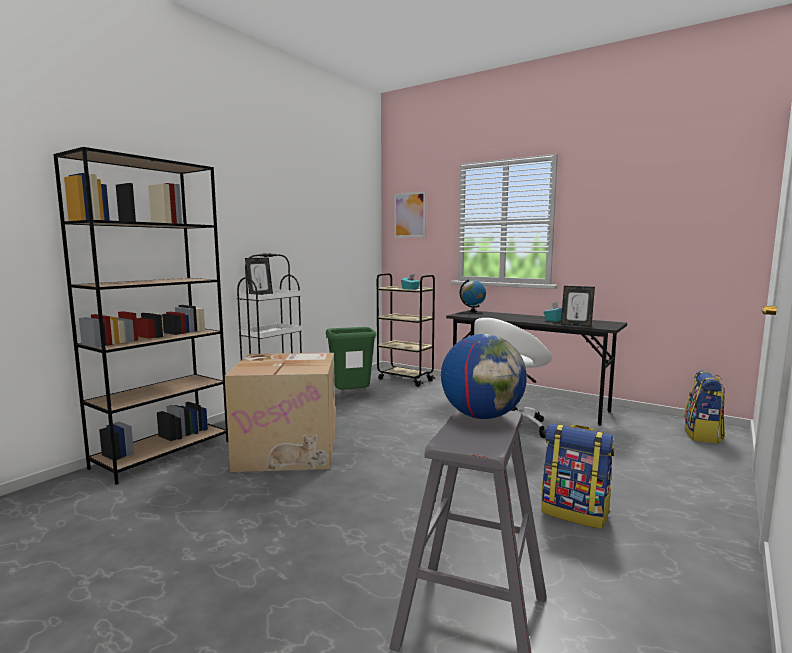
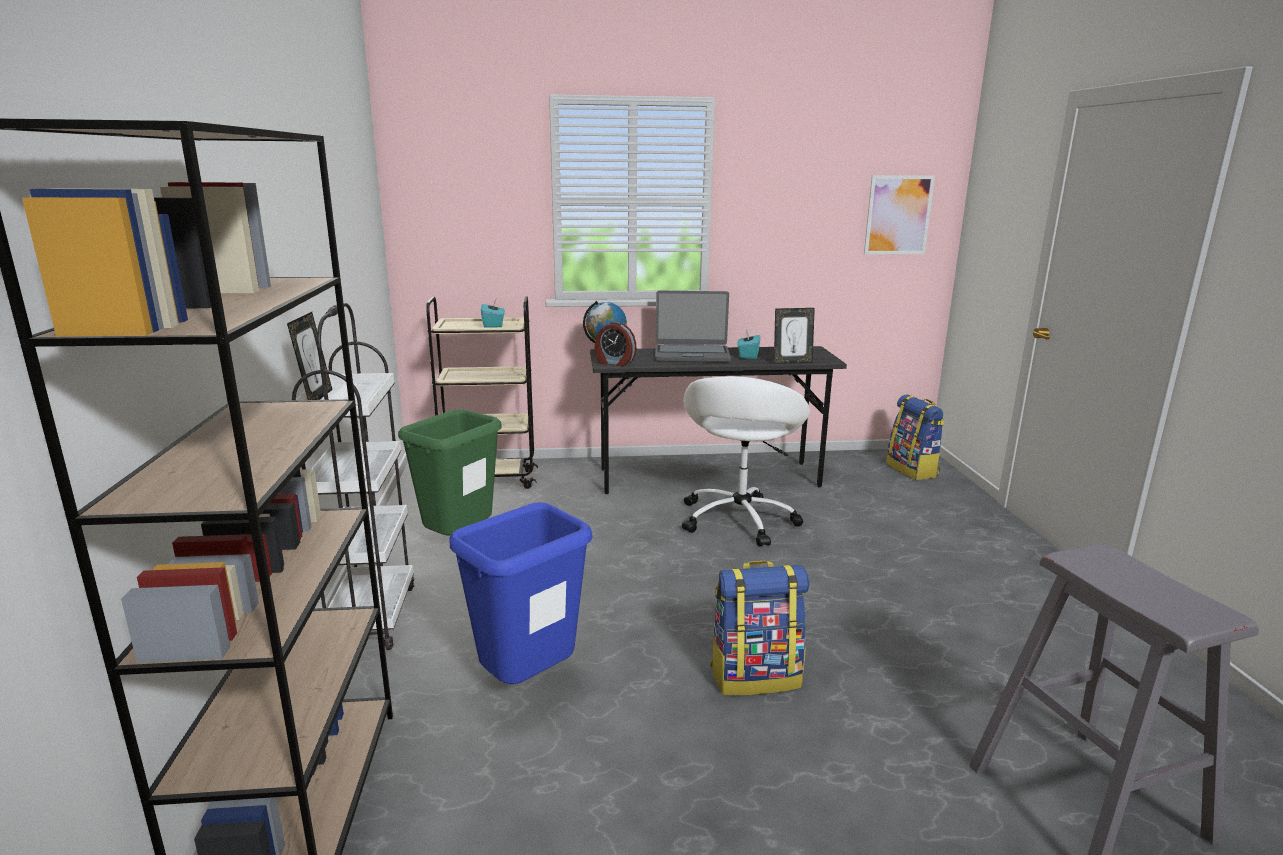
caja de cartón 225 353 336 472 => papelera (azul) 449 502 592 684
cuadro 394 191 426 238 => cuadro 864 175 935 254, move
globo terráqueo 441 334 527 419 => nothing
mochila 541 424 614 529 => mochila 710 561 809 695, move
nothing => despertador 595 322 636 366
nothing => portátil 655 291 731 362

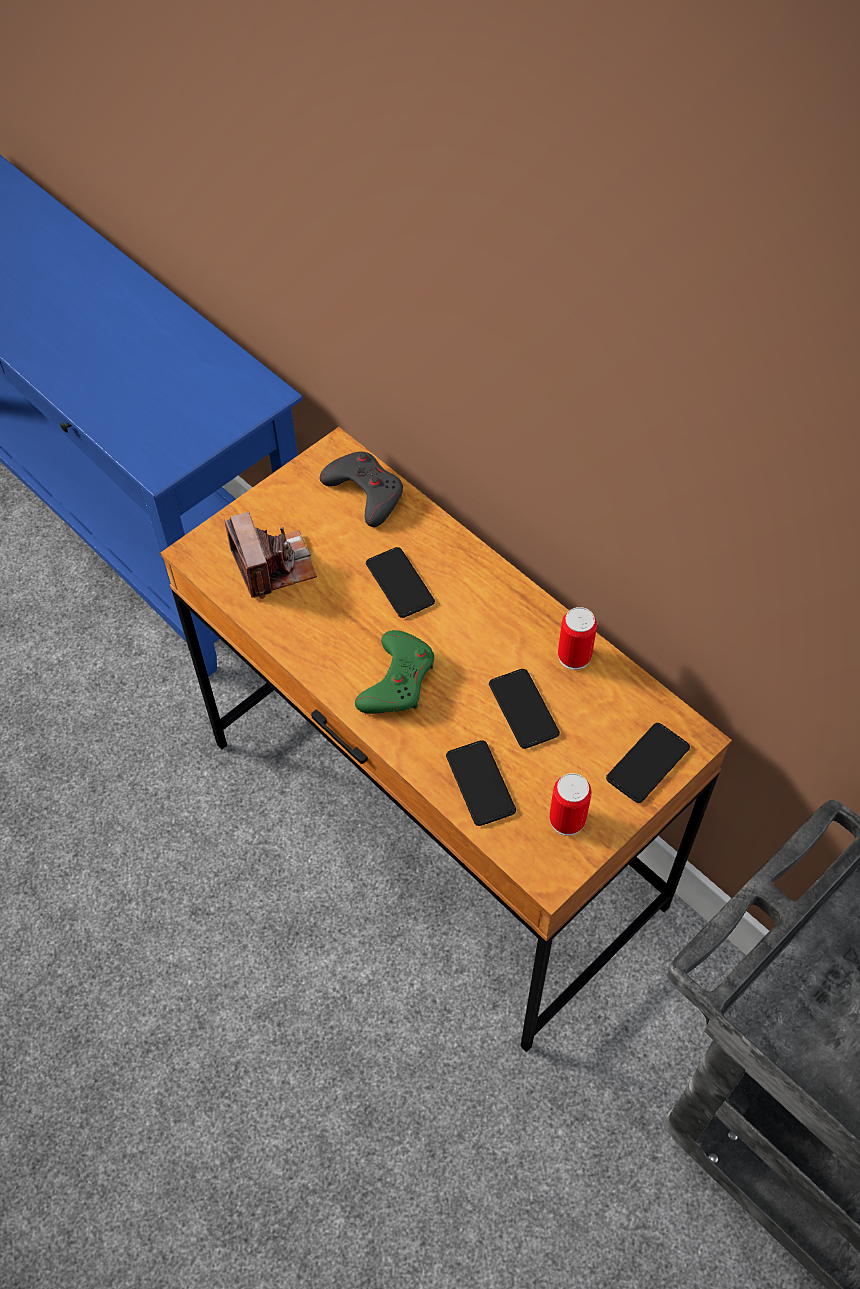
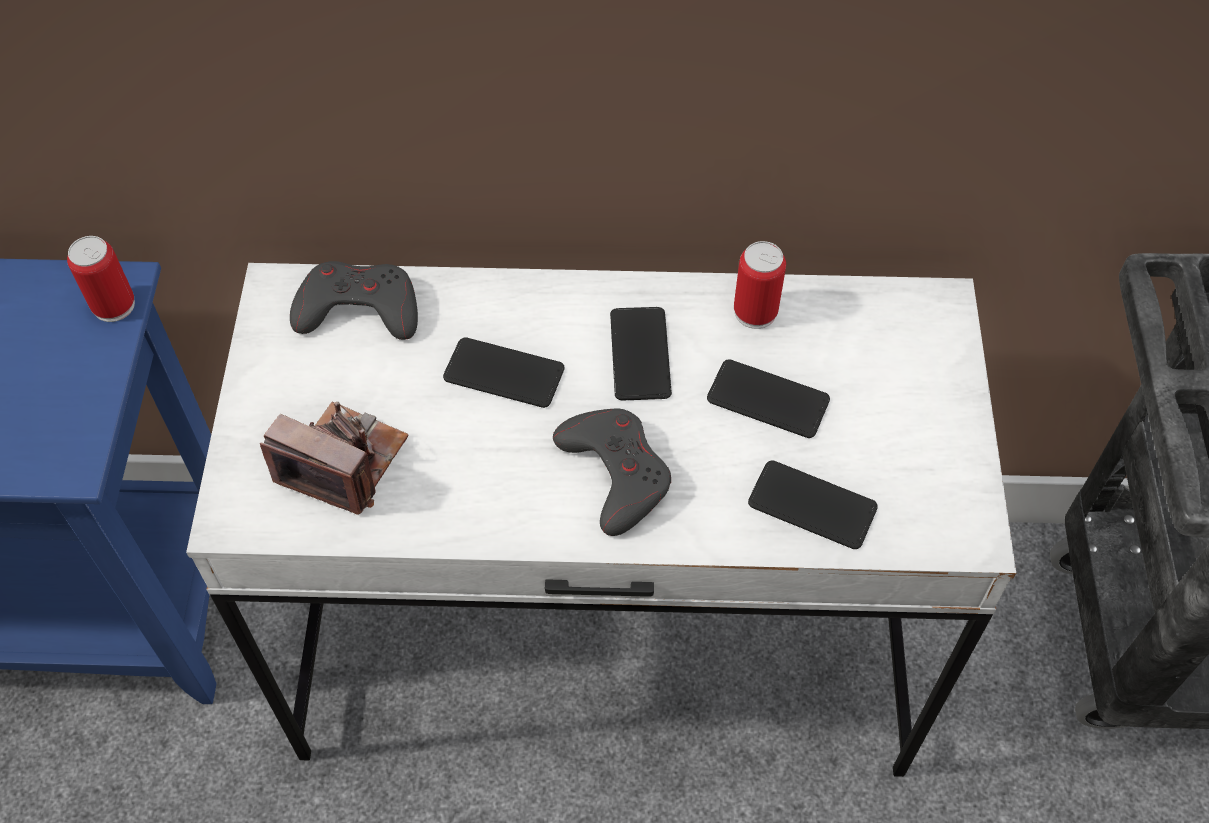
escritorio (marrón) 161 427 732 1052 => escritorio (blanco) 186 263 1016 777
mando de consola (verde) 355 630 434 714 => mando de consola (gris) 553 409 671 536
lata 549 773 592 836 => lata 67 236 135 322, move
móvil 606 723 690 803 => móvil 610 307 672 401, move

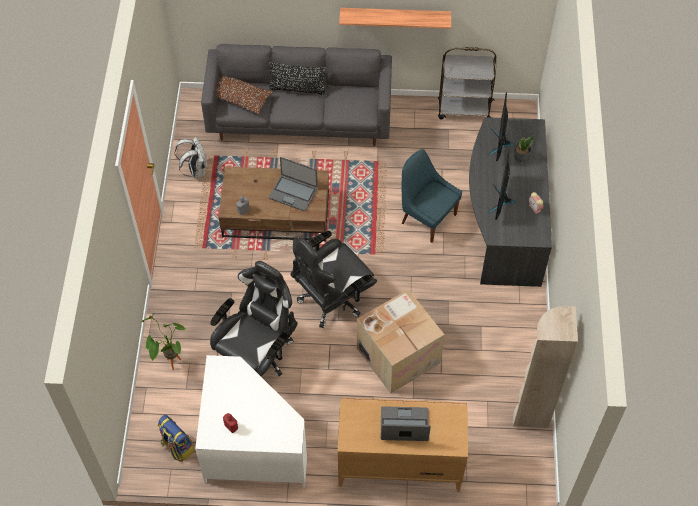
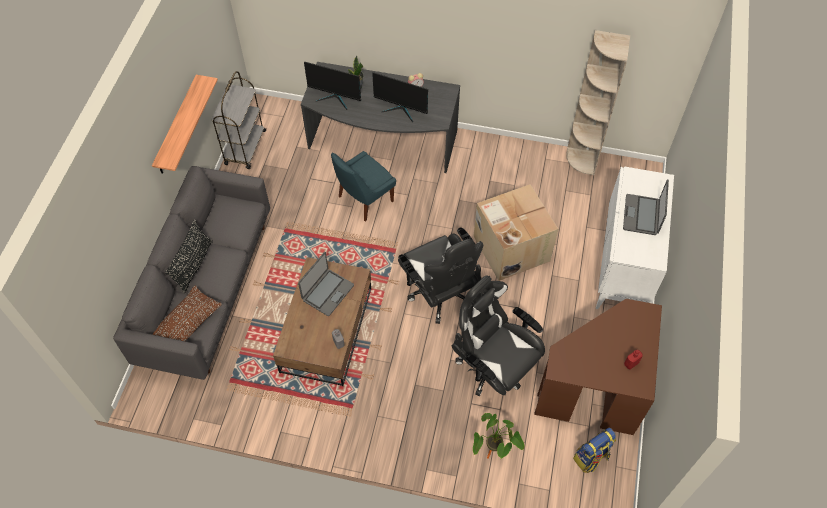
mochila (blanco) 175 137 207 179 => nothing
escritorio (blanco) 195 355 307 488 => escritorio (marrón) 534 299 662 435
armario (marrón) 338 398 468 492 => armario (blanco) 596 166 674 309

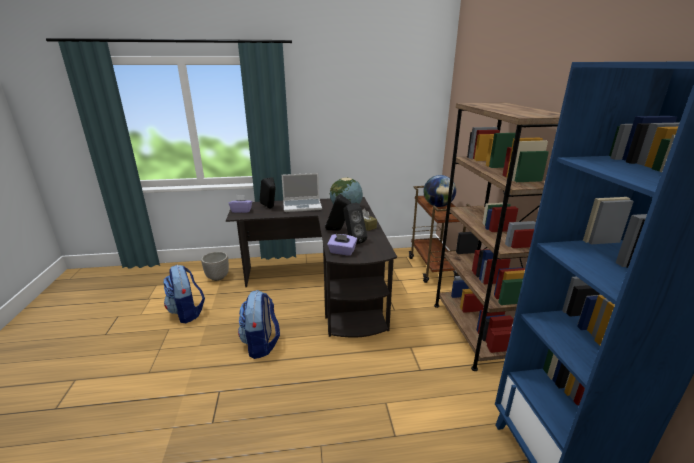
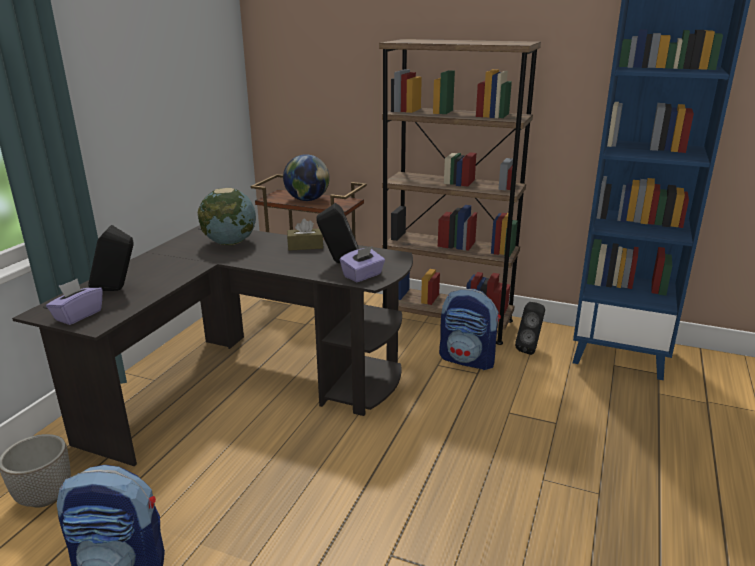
mochila 238 290 280 359 => mochila 439 289 501 370, move
portátil 282 173 322 212 => nothing
altavoz (negro) 325 194 351 231 => altavoz (negro) 515 302 545 355, move

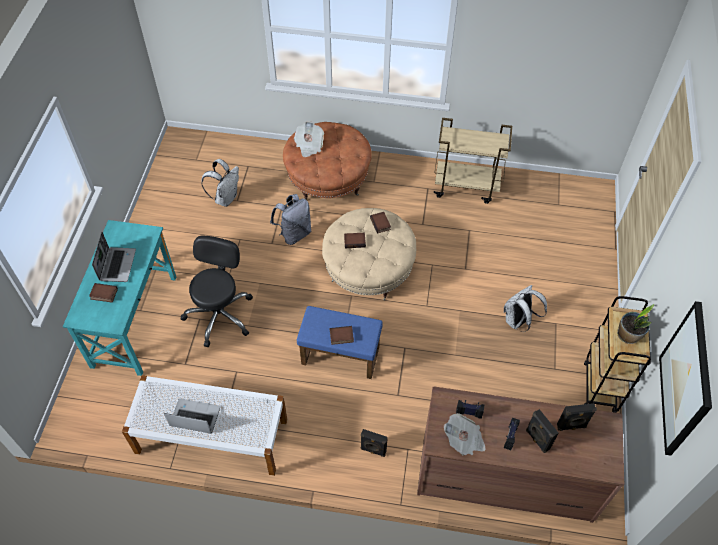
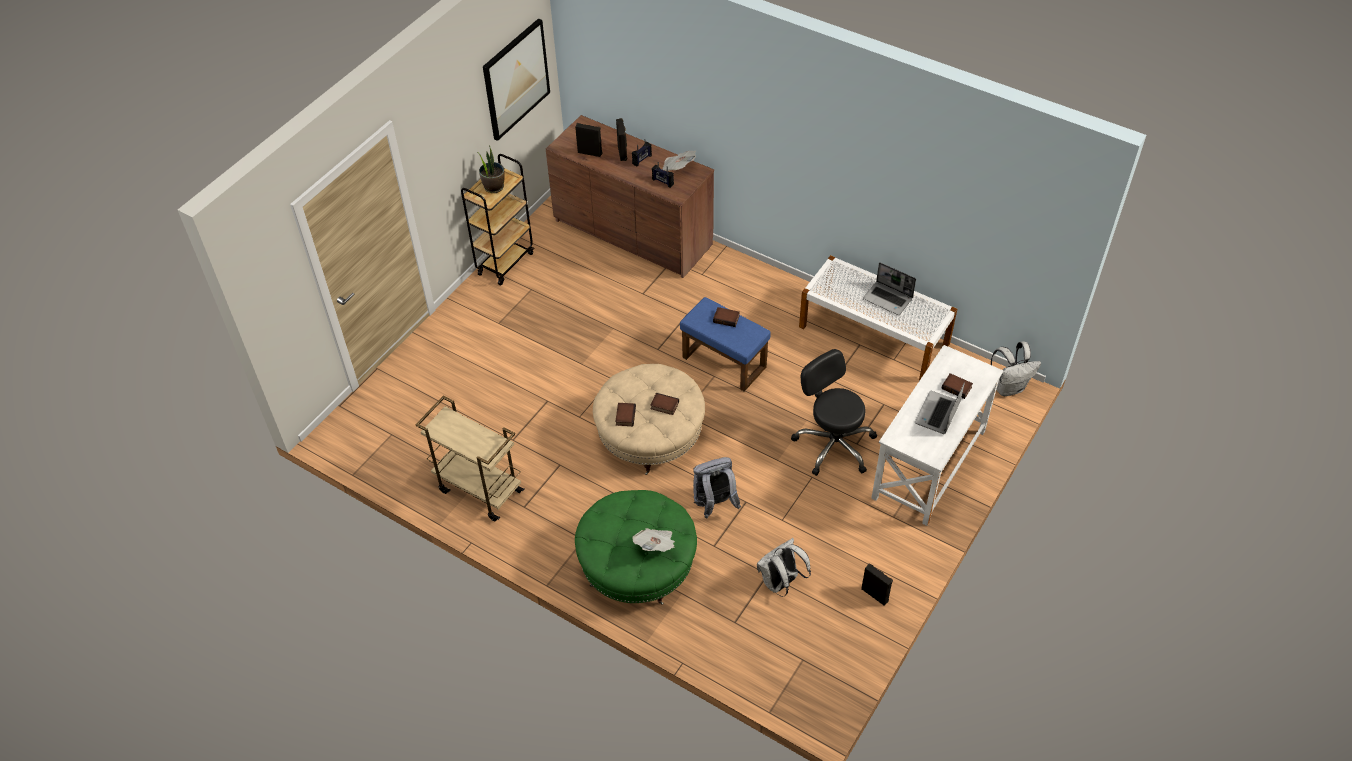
escritorio (turquesa) 63 220 176 376 => escritorio (blanco) 871 345 1003 526
silla de oficina (negro) 181 235 253 347 => silla de oficina (negro) 791 349 877 476, 105 degrees clockwise
puf (marrón) 283 122 372 200 => puf (verde) 575 490 697 605
altavoz (negro) 360 429 388 457 => altavoz (negro) 861 563 893 605, move
mochila (blanco) 504 285 547 332 => mochila (blanco) 991 341 1041 396, move

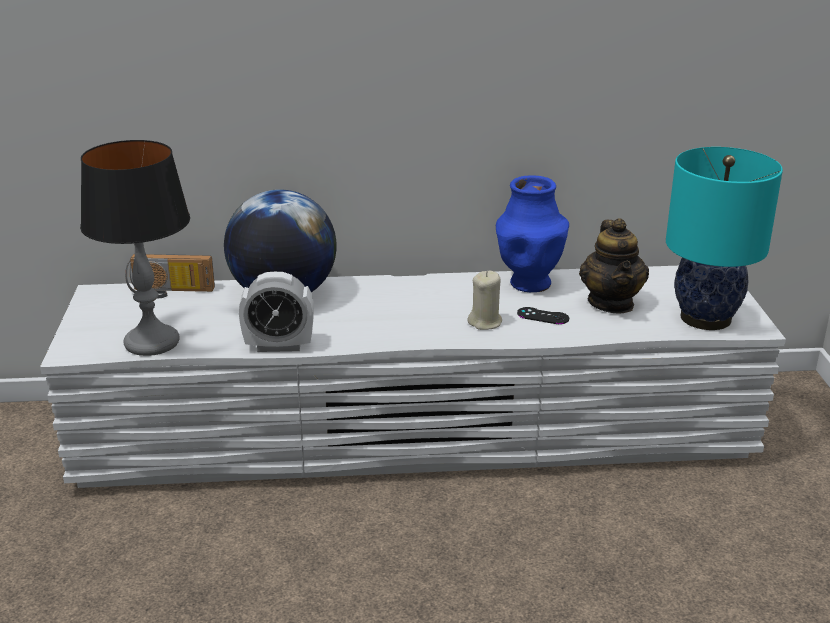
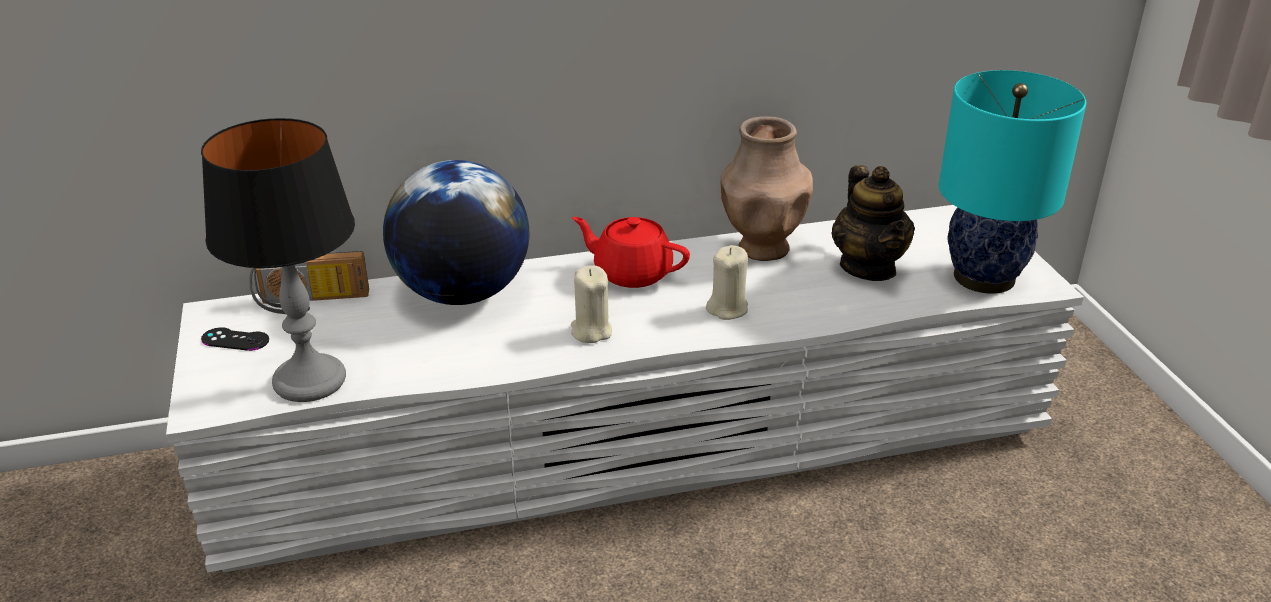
despertador 239 272 314 352 => nothing
florero (azul) 496 175 569 292 => florero (marrón) 720 116 813 261
mando de consola (negro) 517 307 569 324 => mando de consola (negro) 201 327 269 351, move
nothing => vela (beis) 571 265 612 343
nothing => tetera (rojo) 572 217 690 288

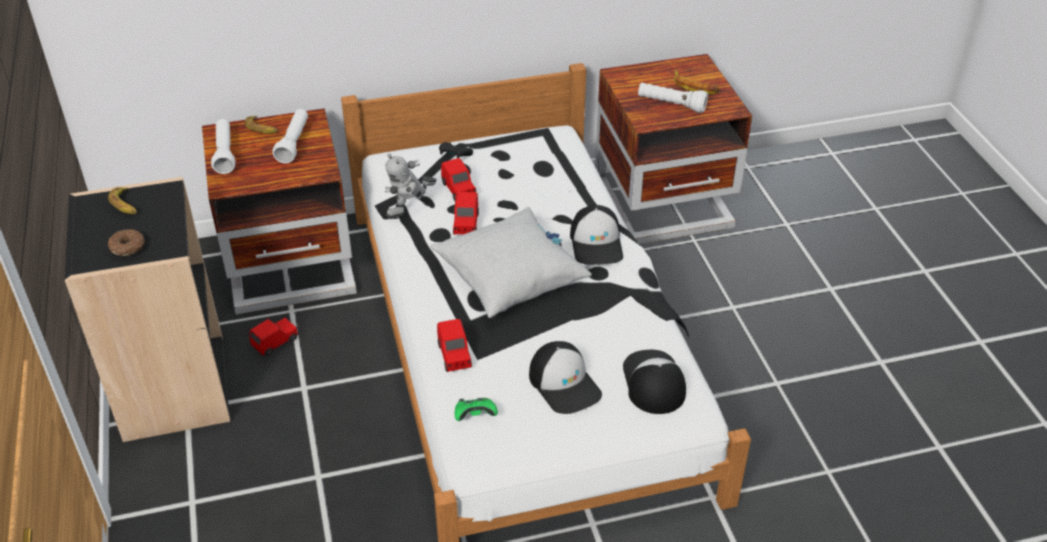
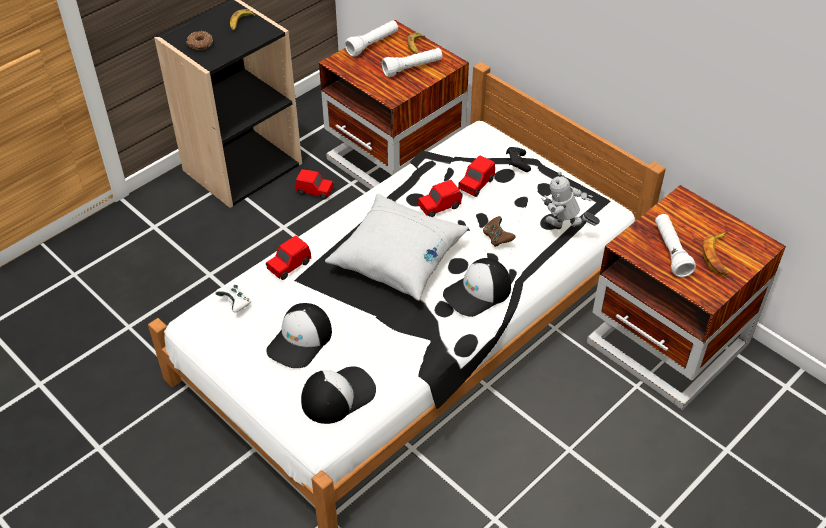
robot de juguete 385 154 437 218 => robot de juguete 541 172 600 229, move
mando de consola (verde) 455 398 498 421 => mando de consola (blanco) 215 285 251 312
nothing => mando de consola (marrón) 483 216 516 247

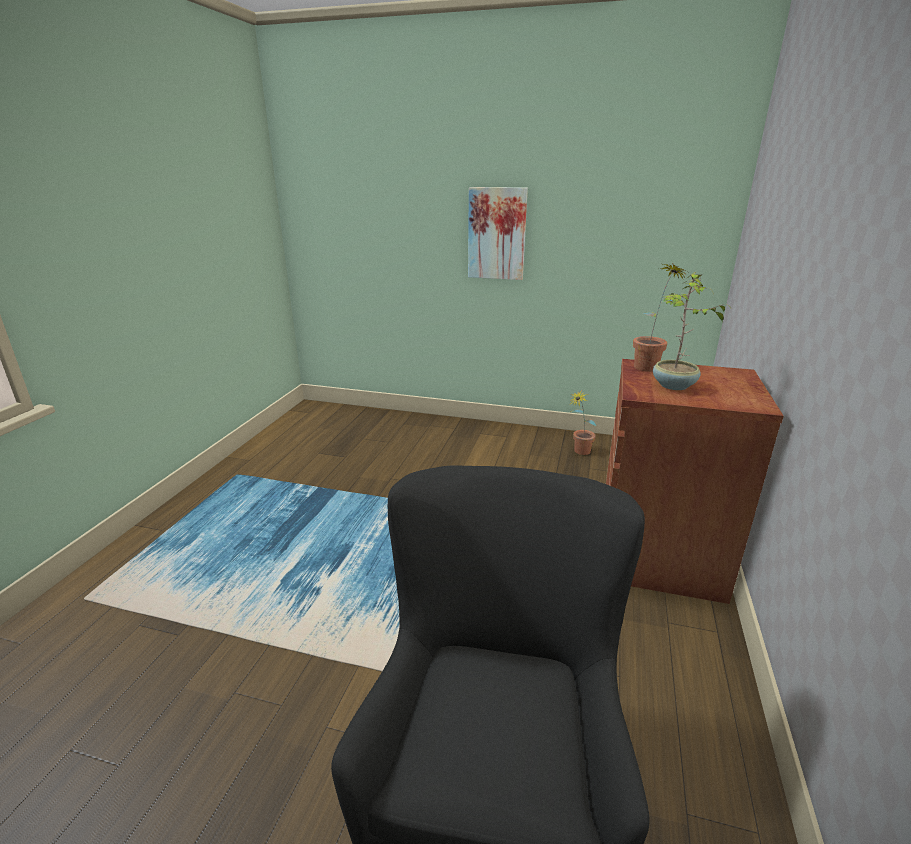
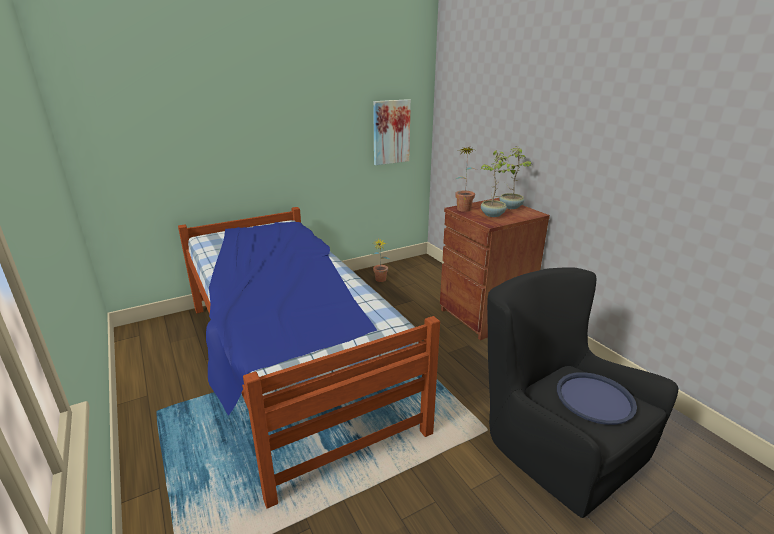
cuadro 468 187 528 280 => cuadro 373 99 411 165, move
nothing => cama 178 207 440 509
nothing => planta en maceta 494 146 531 209
nothing => bandeja (azul) 557 372 637 425

